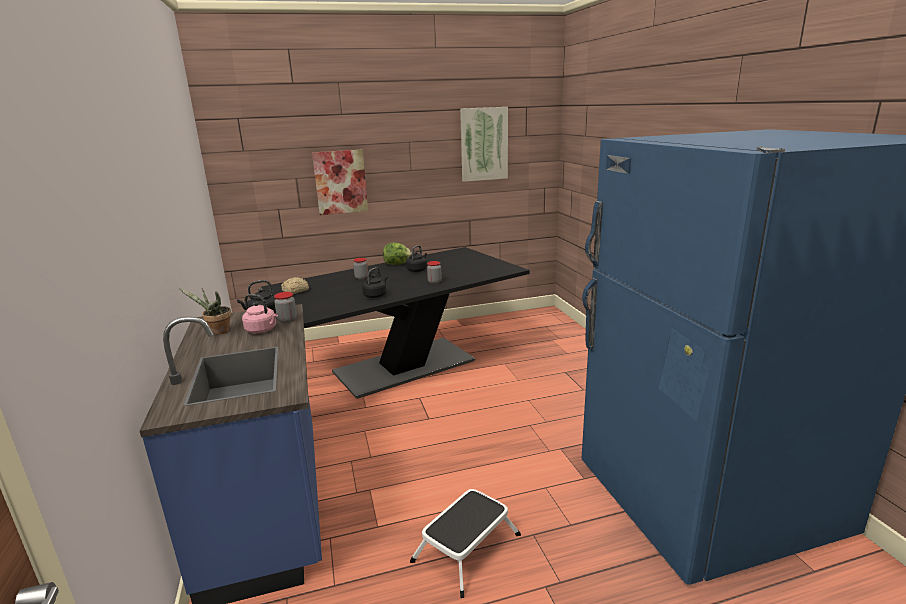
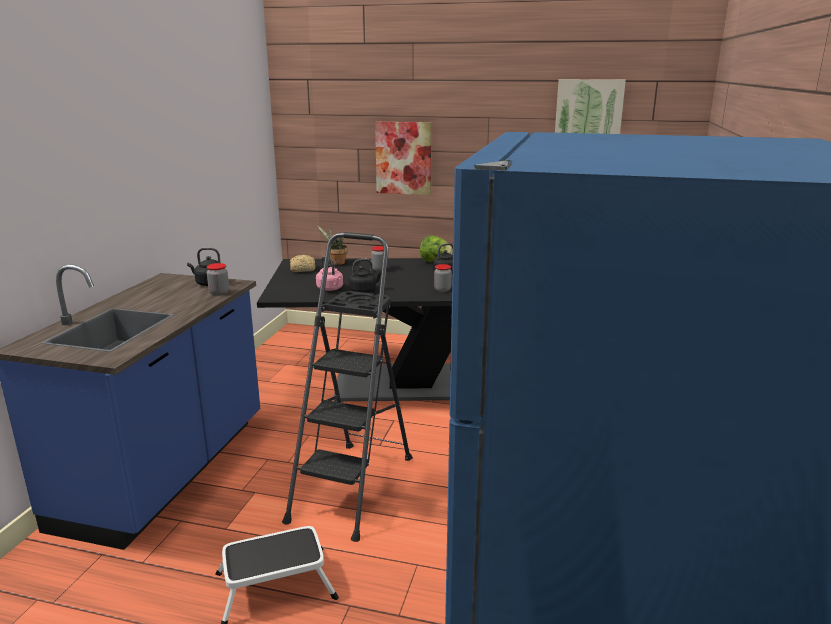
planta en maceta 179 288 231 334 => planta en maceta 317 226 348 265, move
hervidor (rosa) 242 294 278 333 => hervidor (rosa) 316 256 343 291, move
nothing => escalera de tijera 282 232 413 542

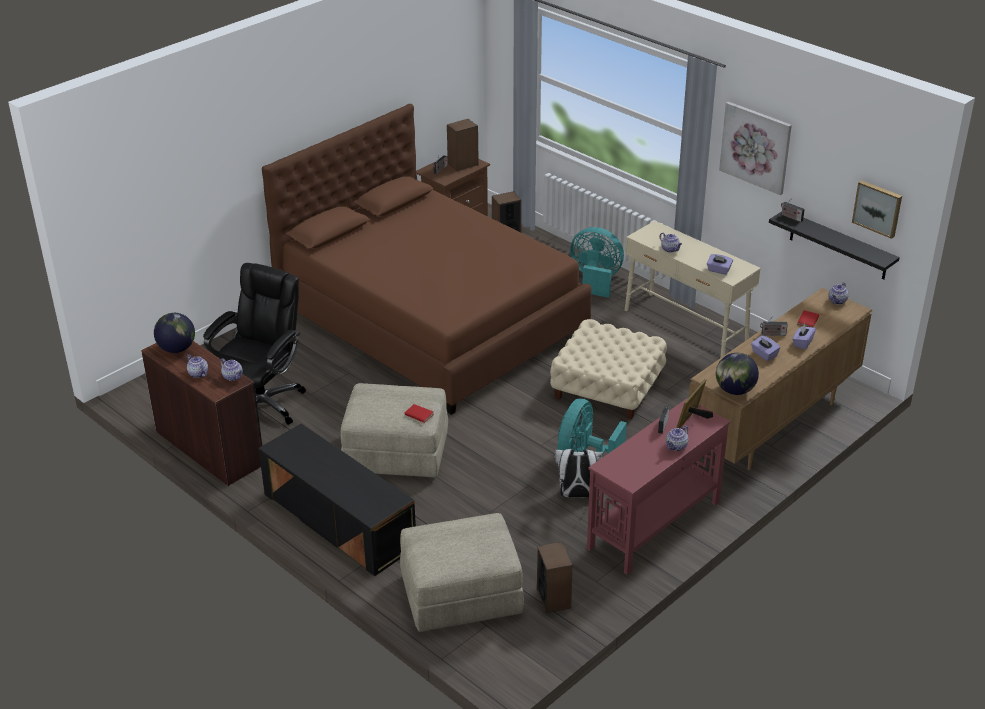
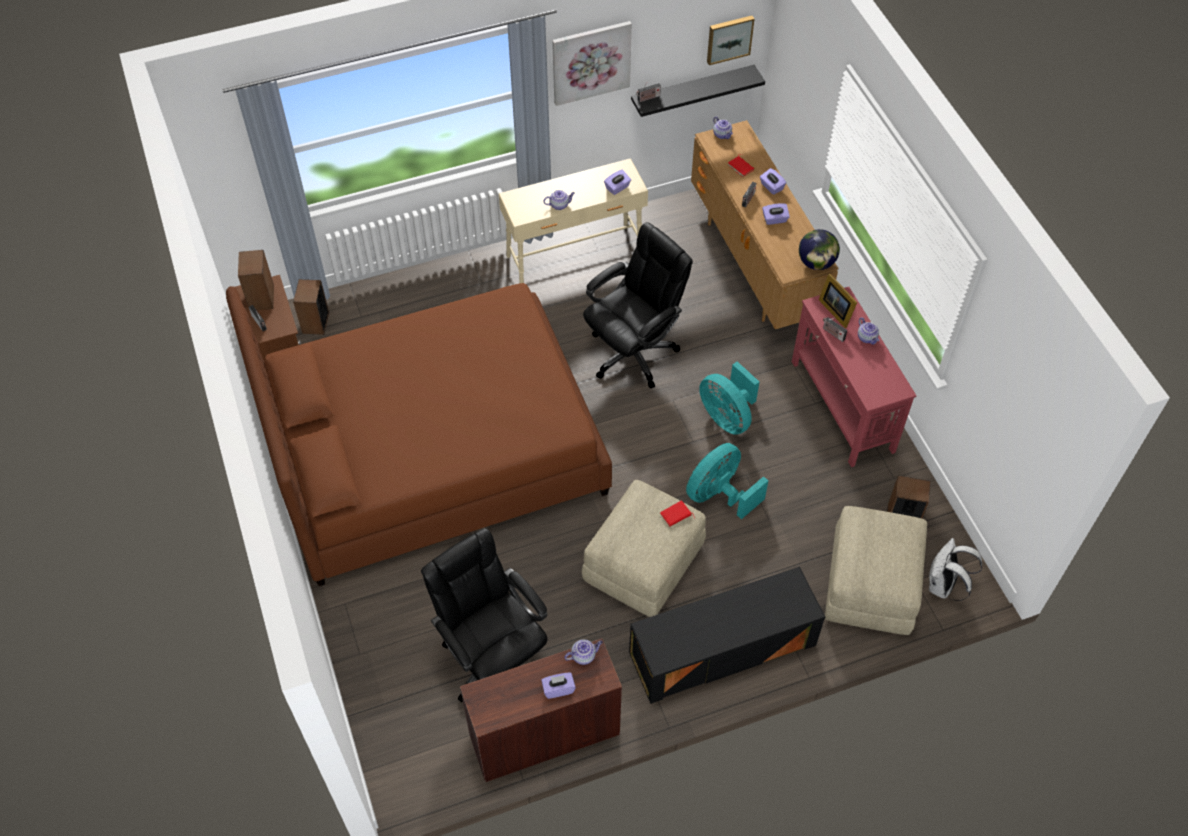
globo terráqueo 154 313 195 353 => nothing
tetera 187 354 208 378 => caja de pañuelos (morado) 541 673 576 699
puf (beis) 550 319 667 420 => silla de oficina (negro) 583 222 693 388
mochila (blanco) 555 447 603 498 => mochila (blanco) 929 538 982 601, move
ventilador (turquesa) 570 227 624 298 => ventilador (turquesa) 686 443 769 519, move

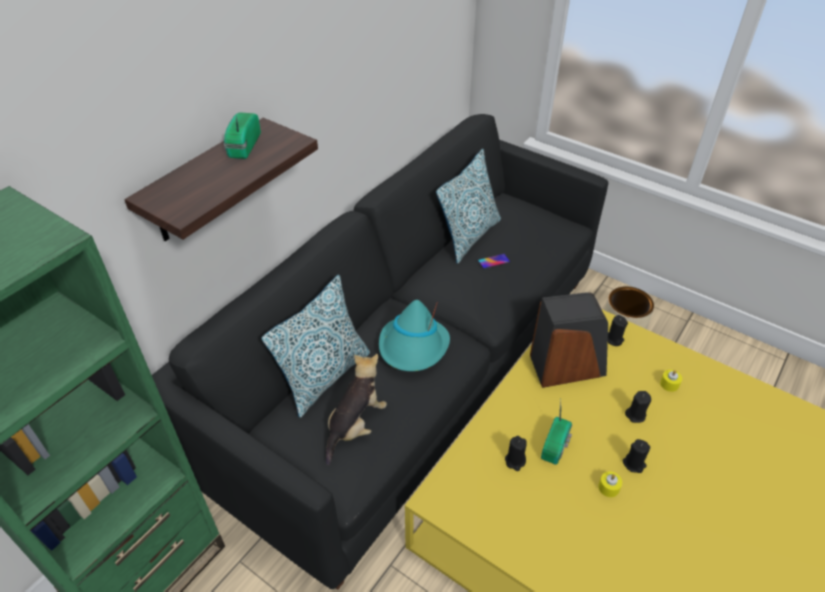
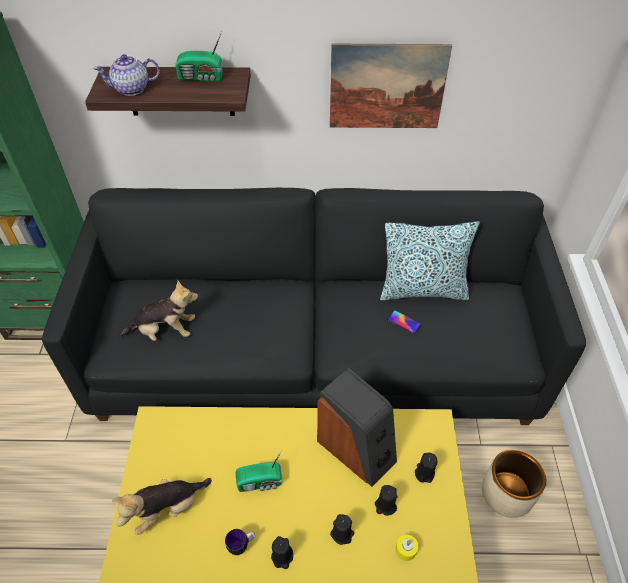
radio 224 112 261 159 => radio 175 31 223 81, 150 degrees counterclockwise
cojín 261 274 370 418 => nothing
sombrero (turquesa) 379 300 450 371 => nothing
vela (negro) 505 436 526 471 => vela (negro) 375 485 397 516, move
vela (amarillo) 598 471 622 497 => taza grande 225 529 255 555
nothing => tetera 93 54 160 96
nothing => peluche 112 478 212 535
nothing => cuadro 330 44 452 128

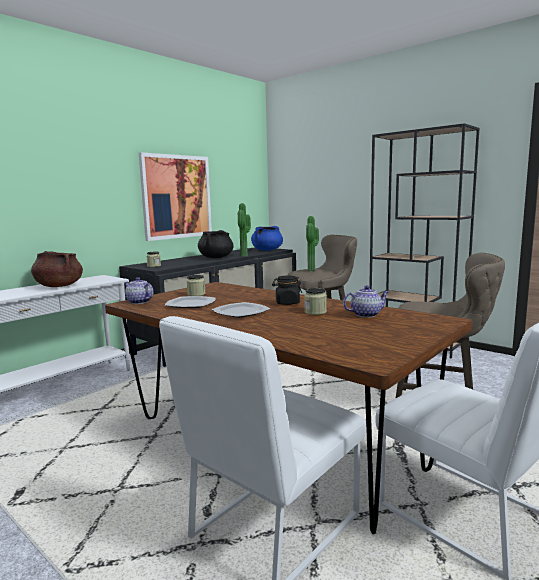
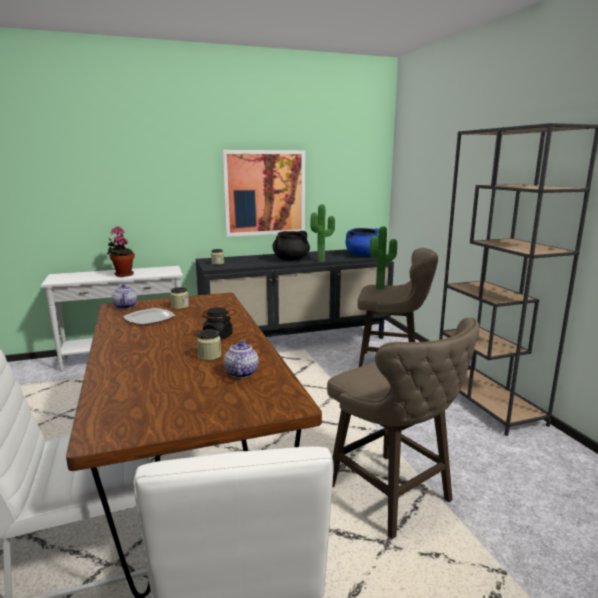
olla (marrón) 31 251 83 287 => planta en maceta 107 226 135 277
plato 212 302 270 318 => nothing
tetera 343 285 389 318 => tetera 224 340 259 378, 105 degrees counterclockwise

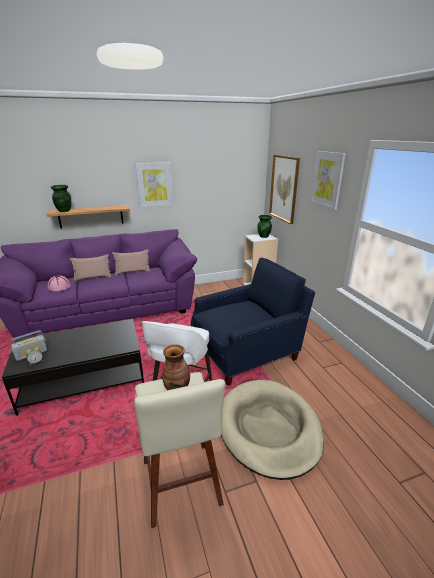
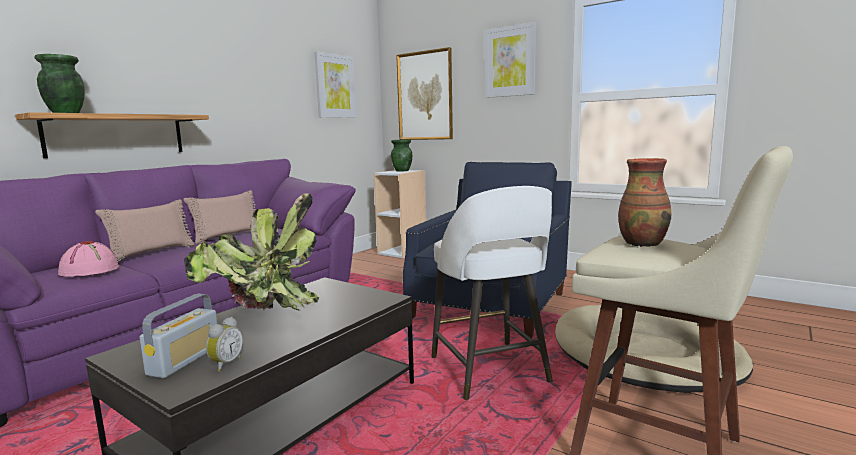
cuadro 135 162 173 208 => cuadro 315 51 357 118, move
nothing => planta en maceta 184 193 319 311

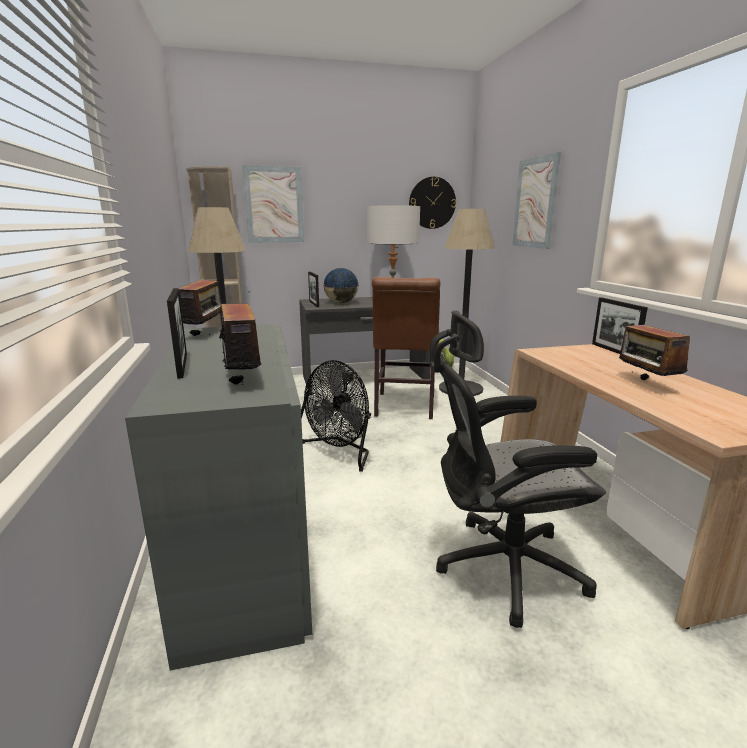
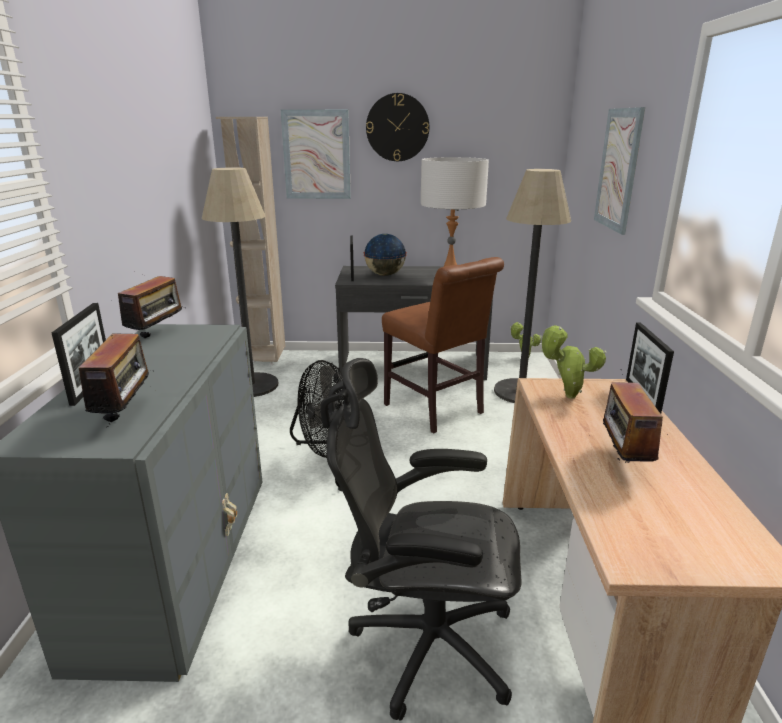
silla (marrón) 372 277 441 419 => silla (marrón) 382 257 504 433, 60 degrees counterclockwise
reloj de pared 409 177 456 229 => reloj de pared 366 93 429 161, move
nothing => planta en maceta 540 325 606 399

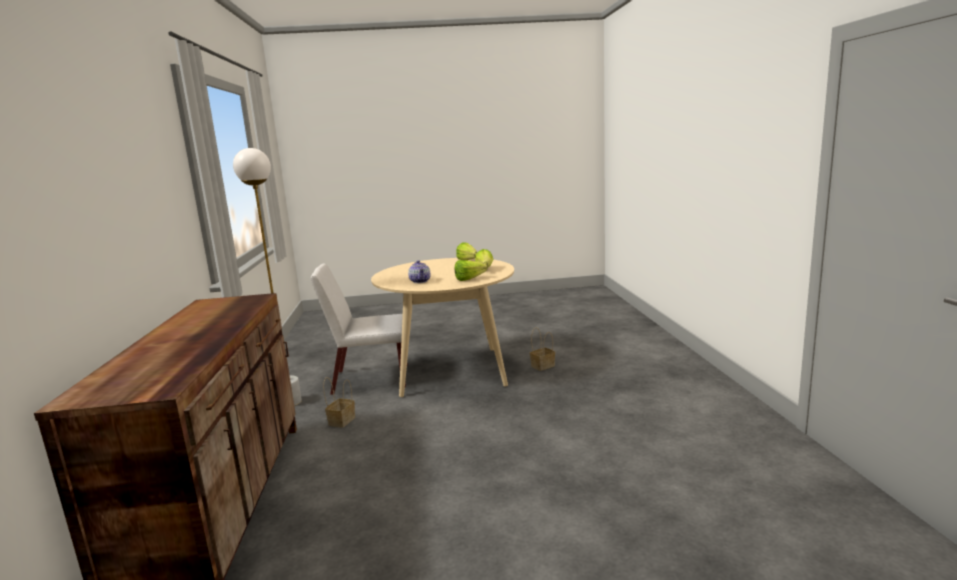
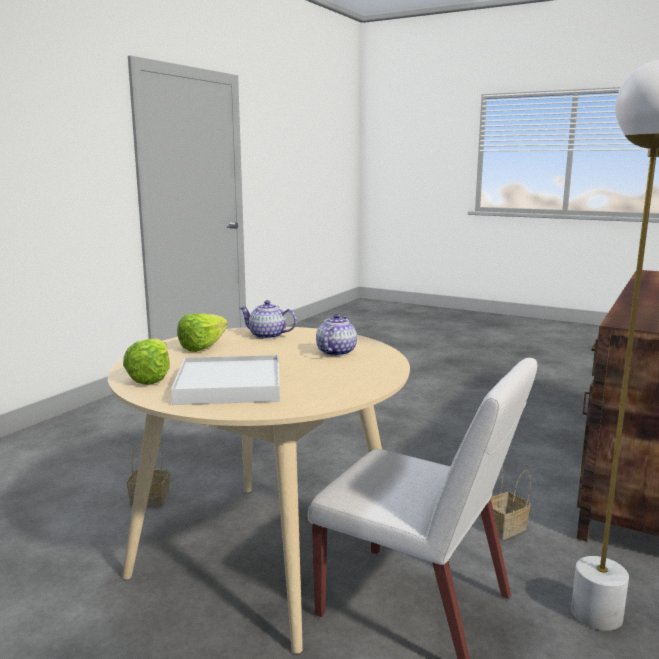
lechuga 455 260 487 281 => tetera 239 300 297 339
nothing => bandeja (blanco) 171 355 280 405

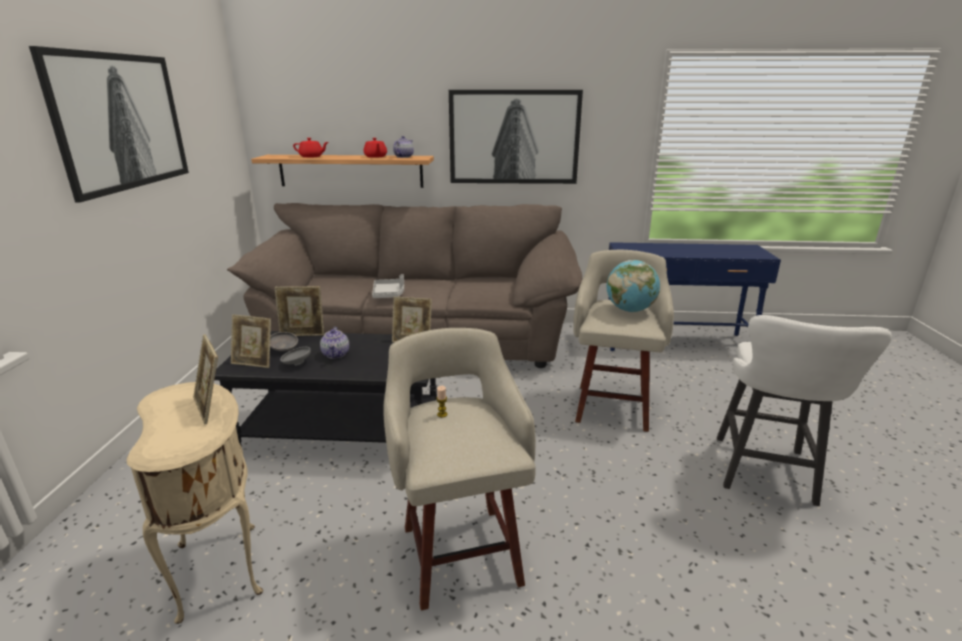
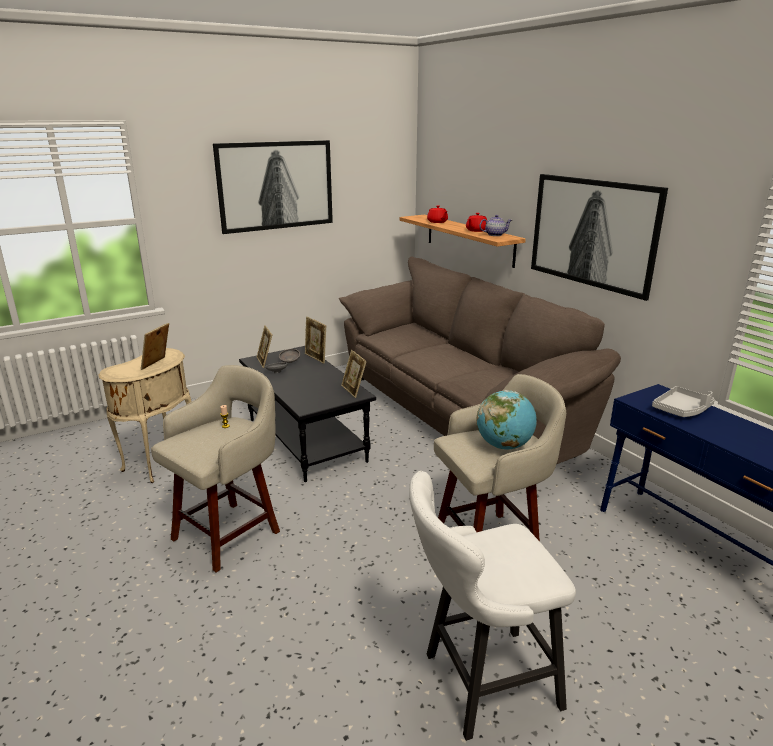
tetera 320 327 349 359 => nothing
bandeja (gris) 372 274 404 298 => bandeja (gris) 652 386 715 417, move

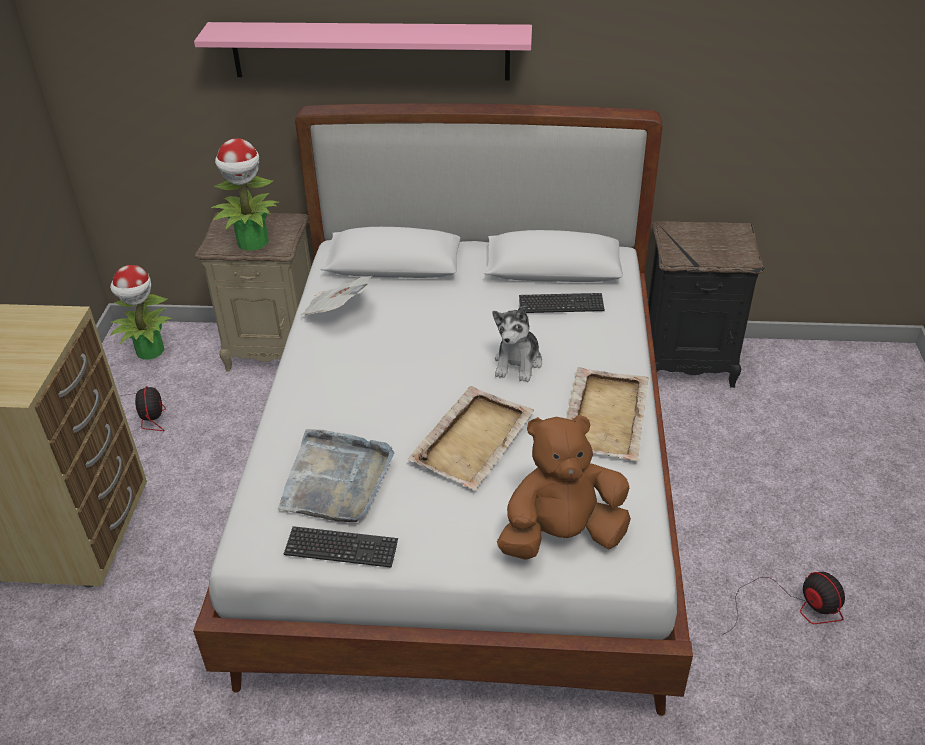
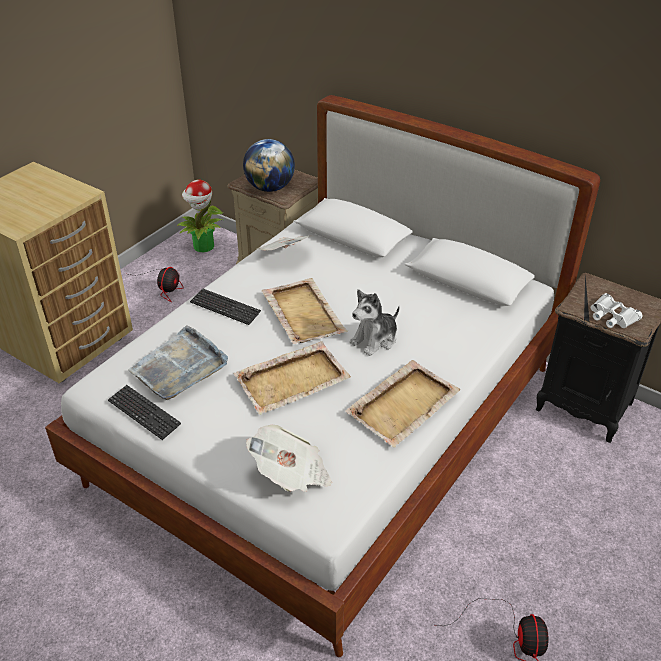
estante (rosa) 194 22 532 80 => nothing
planta en maceta 211 138 280 251 => globo terráqueo 243 139 295 192
peluche (marrón) 497 415 631 560 => periódico 246 425 332 492
teclado 519 293 605 313 => teclado 190 289 261 325, move
nothing => bandeja (beis) 261 278 348 344
nothing => prismáticos (blanco) 591 293 643 328

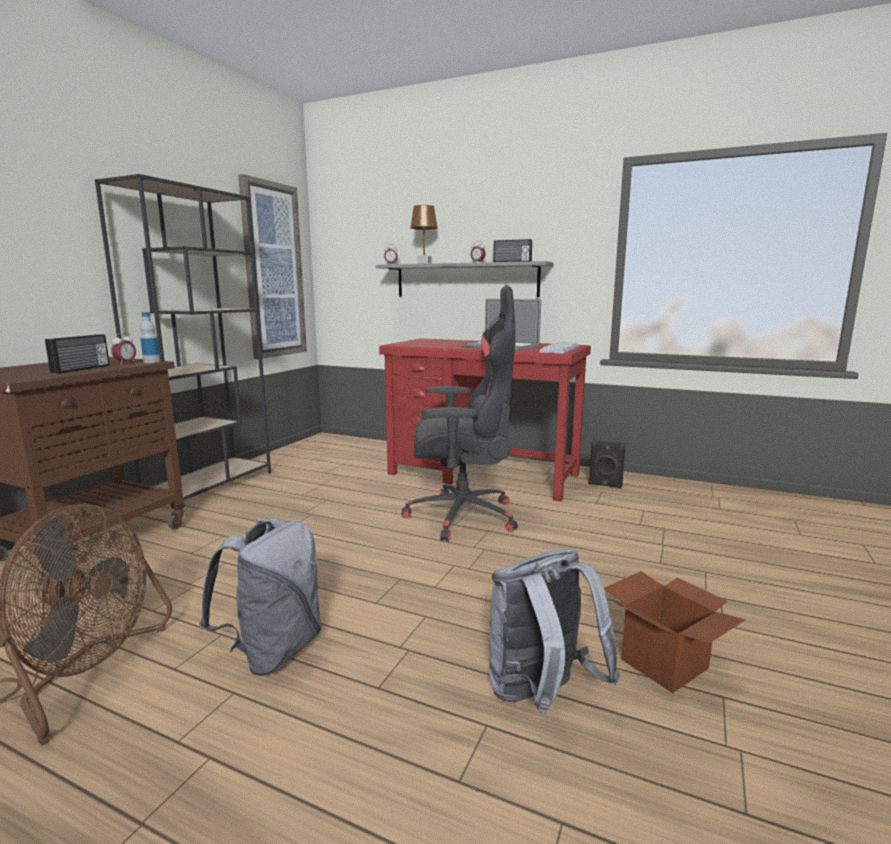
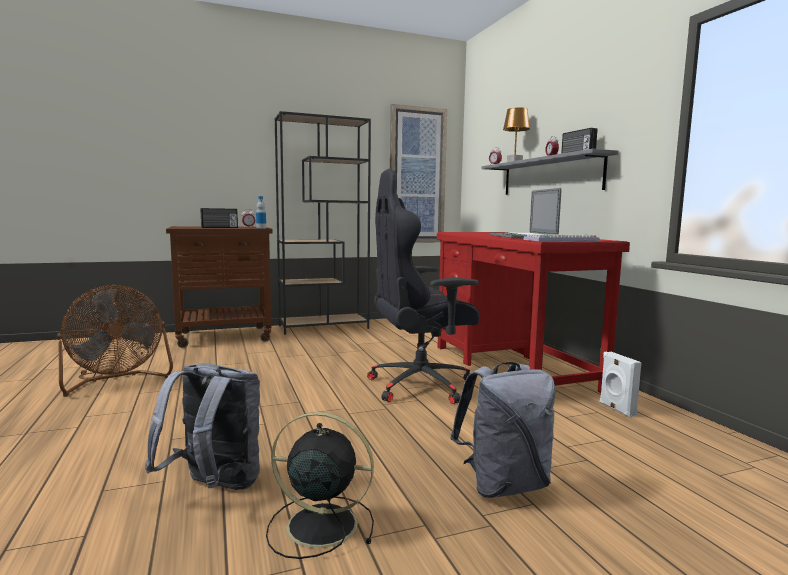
mochila (gris) 199 518 322 676 => mochila (gris) 450 362 556 498, move
silla de oficina (negro) 401 285 518 541 => silla de oficina (negro) 367 168 480 404, 120 degrees clockwise
altavoz (negro) 588 440 626 489 => altavoz (blanco) 600 351 642 417
caja de cartón 604 571 746 693 => ventilador (negro) 266 412 374 559

